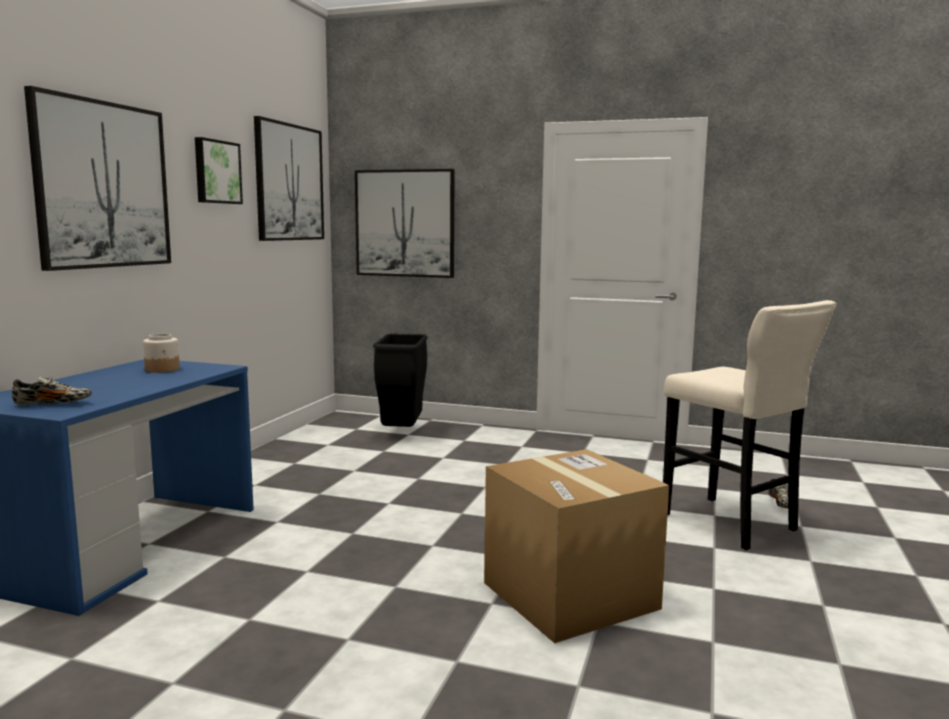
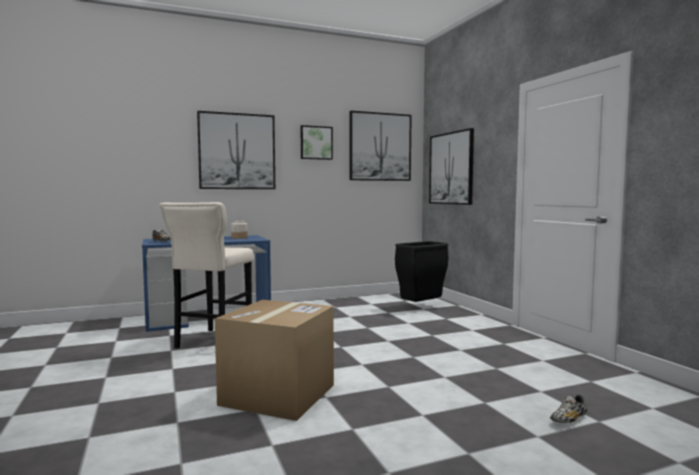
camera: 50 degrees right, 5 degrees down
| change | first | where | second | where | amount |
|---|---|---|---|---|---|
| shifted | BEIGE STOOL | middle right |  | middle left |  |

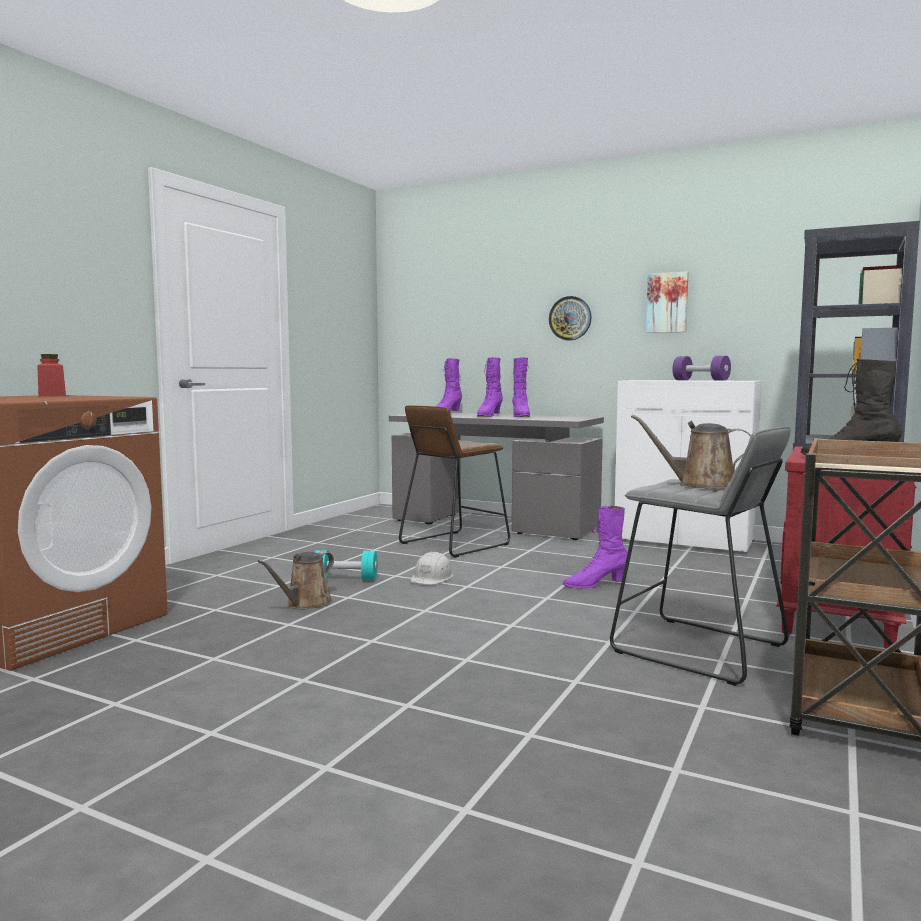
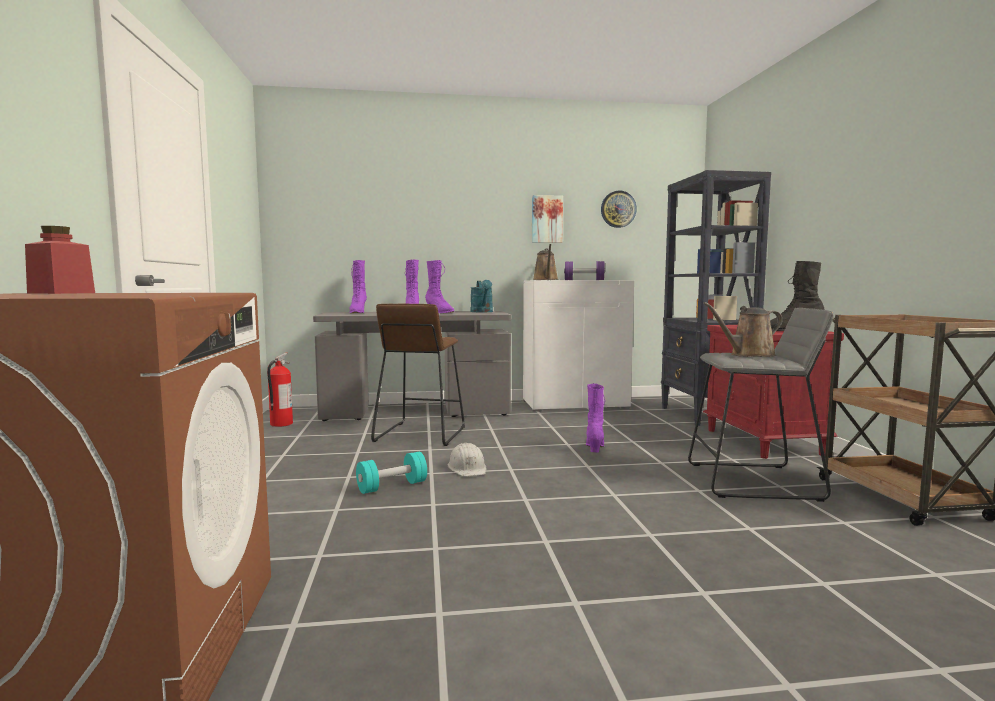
camera: 35 degrees left, 0 degrees up
| change | first | where | second | where | amount |
|---|---|---|---|---|---|
| shifted | BROWN WATERING CAN (no. 1 from left) | middle left |  | centre |  |
| shifted | WALL CLOCK | centre |  | top centre |  |
| rotated | PURPLE BOOT (no. 4 from left) | centre |  | centre | 150 degrees clockwise |
| new |  |  | FIRE EXTINGUISHER | middle left |  |
| new |  |  | TURQUOISE WATERING CAN | centre |  |

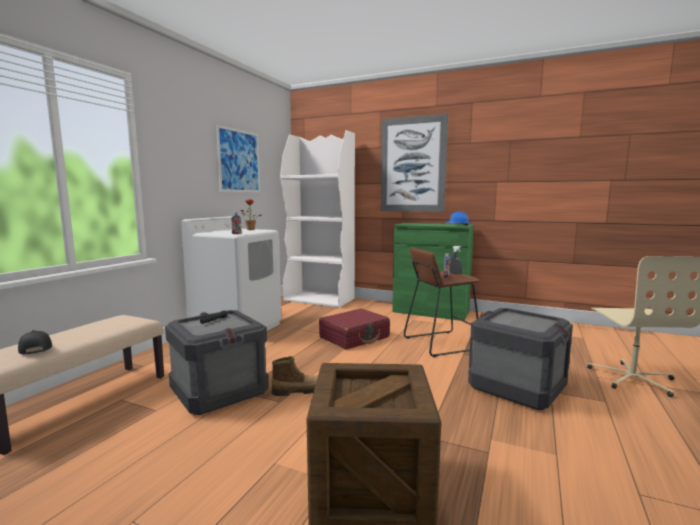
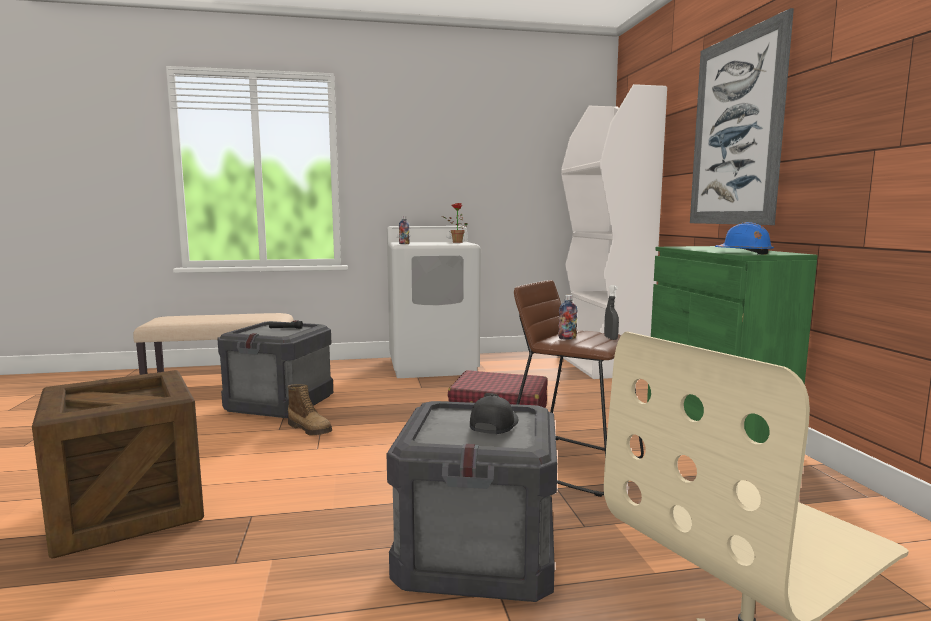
camera: 55 degrees right, 0 degrees up
| change | first | where | second | where | amount |
|---|---|---|---|---|---|
| shifted | BLACK CAP | middle left |  | bottom centre |  |
| gone | PICTURE (no. 1 from left) | top centre |  |  |  |

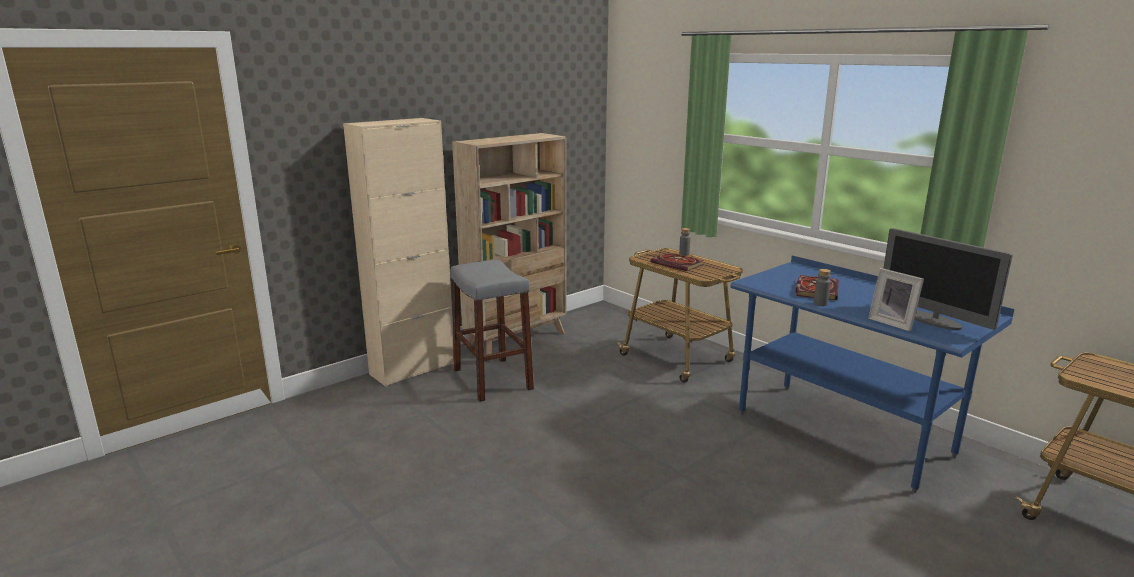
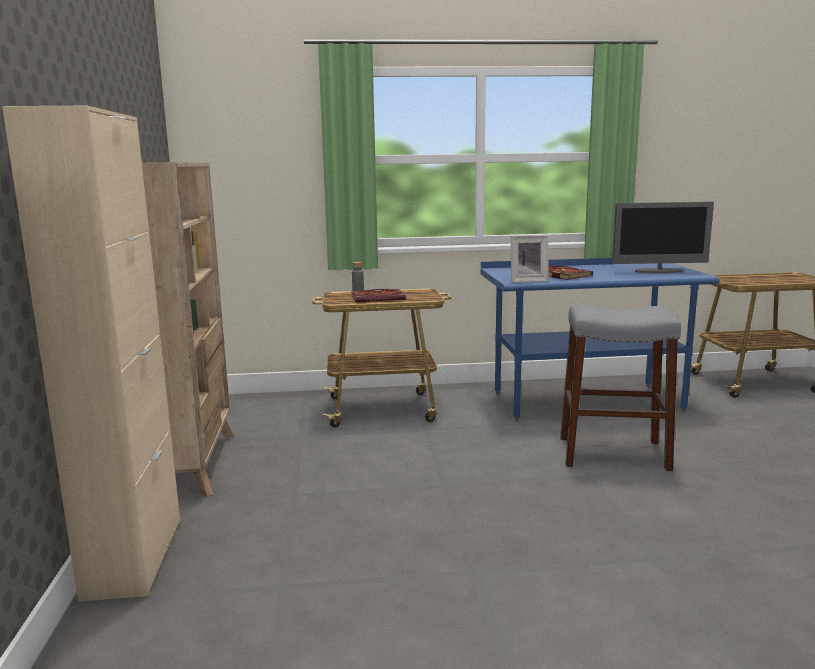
camera: 55 degrees left, 5 degrees down
| change | first | where | second | where | amount |
|---|---|---|---|---|---|
| shifted | GREY STOOL | centre |  | middle right |  |
| gone | GREY BOTTLE (no. 2 from left) | middle right |  |  |  |
| shifted | PICTURE FRAME | middle right |  | centre |  |

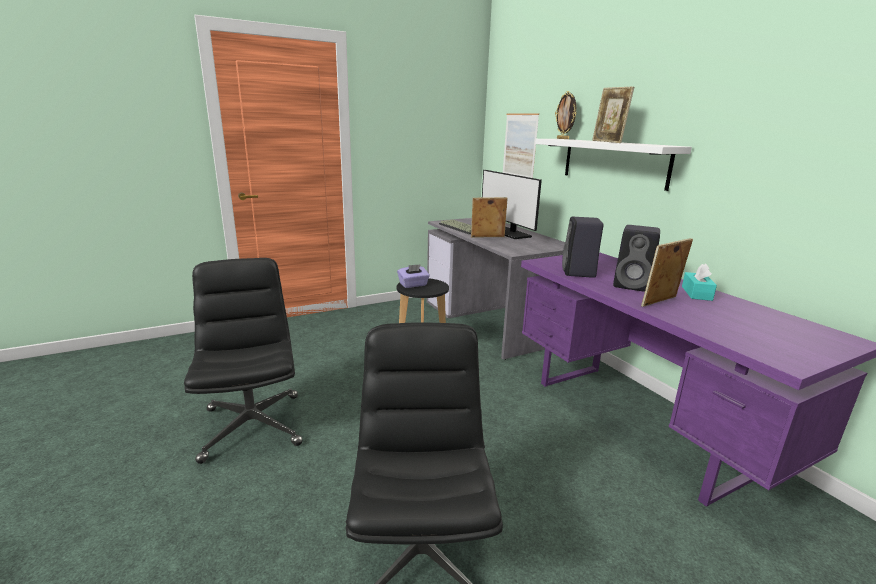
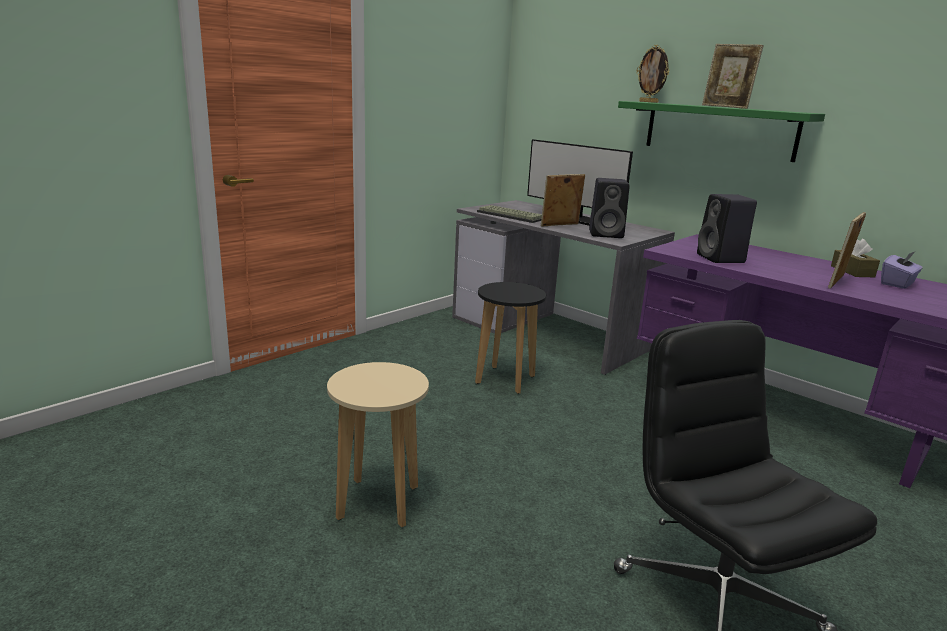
camera: 20 degrees left, 0 degrees up
| change | first | where | second | where | amount |
|---|---|---|---|---|---|
| swapped | BLACK OFFICE CHAIR (no. 1 from left) | middle left | BEIGE STOOL | bottom centre |  |
| shifted | PURPLE TISSUE BOX | centre |  | middle right |  |
| gone | PICTURE | top centre |  |  |  |
| repainted | WHITE SHELF | top right | GREEN SHELF | top right |  |
| shifted | BLACK SPEAKER (no. 2 from left in the first image) | middle right | BLACK SPEAKER (no. 1 from left) | top centre |  |
| repainted | TURQUOISE TISSUE BOX | middle right | BROWN TISSUE BOX | middle right |  |

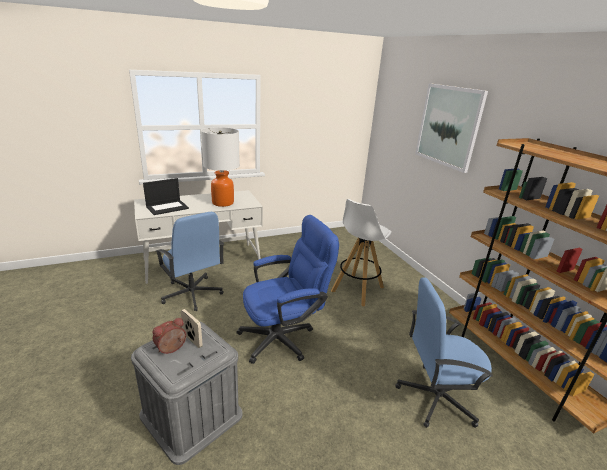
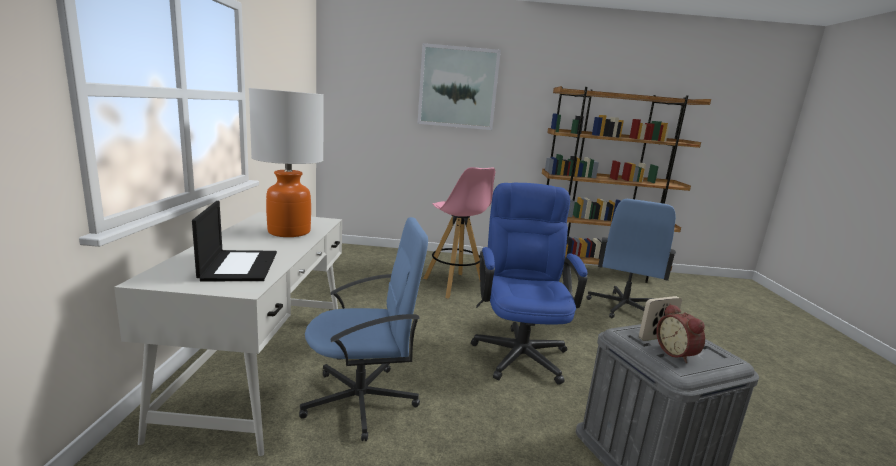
camera: 65 degrees left, 10 degrees down
| change | first | where | second | where | amount |
|---|---|---|---|---|---|
| repainted | WHITE STOOL | centre | PINK STOOL | centre |  |

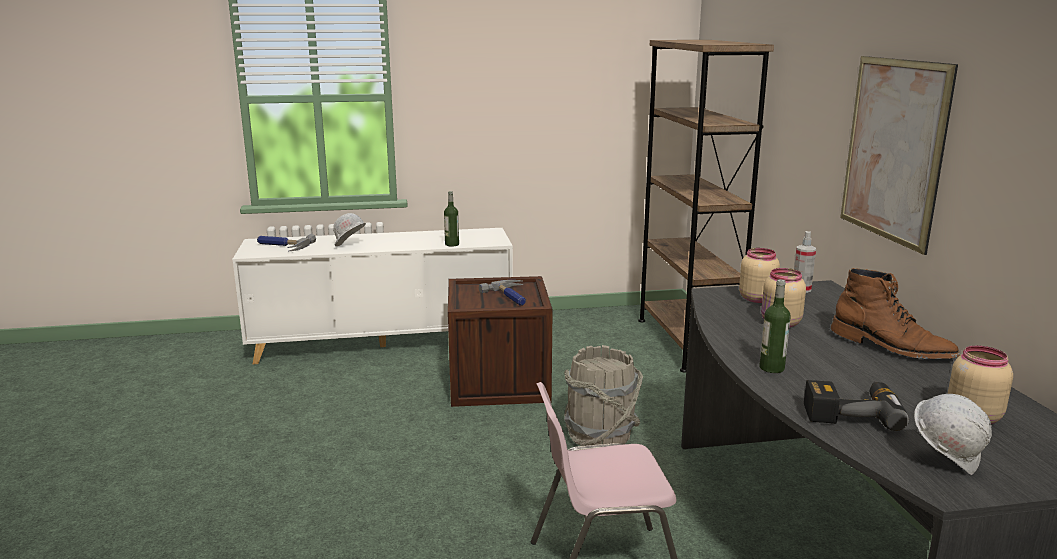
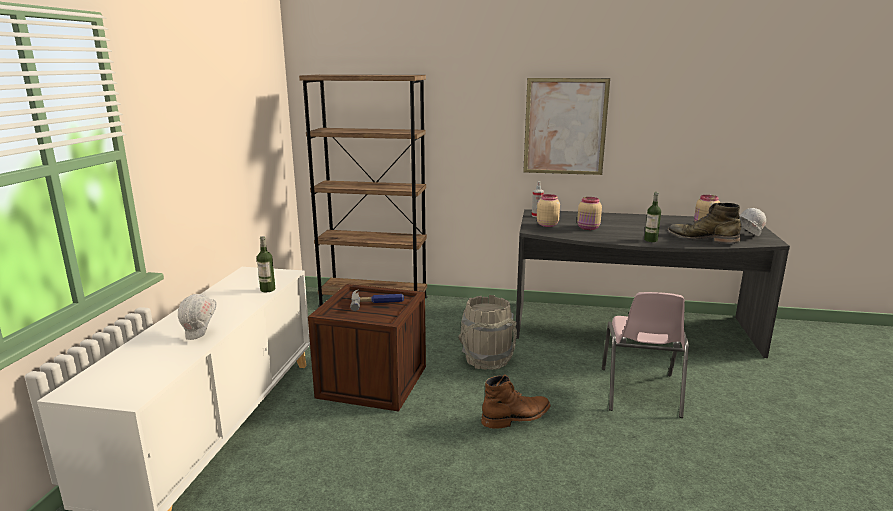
camera: 70 degrees left, 0 degrees up
| change | first | where | second | where | amount |
|---|---|---|---|---|---|
| gone | HAMMER (no. 1 from left) | middle left |  |  |  |
| swapped | POWER DRILL | bottom right | GREEN BOOT | middle right |  |
| shifted | BROWN BOOT | middle right |  | bottom centre |  |

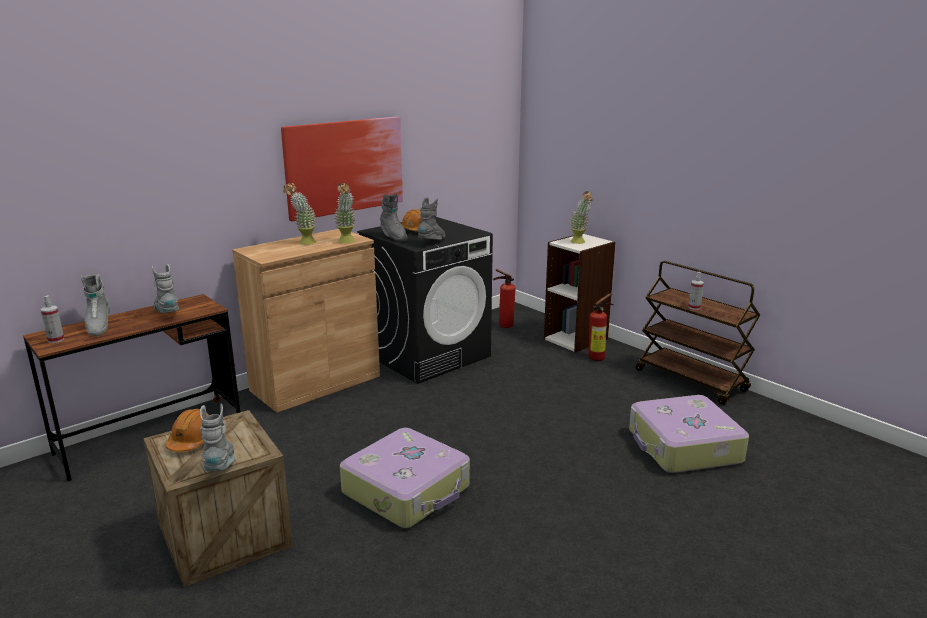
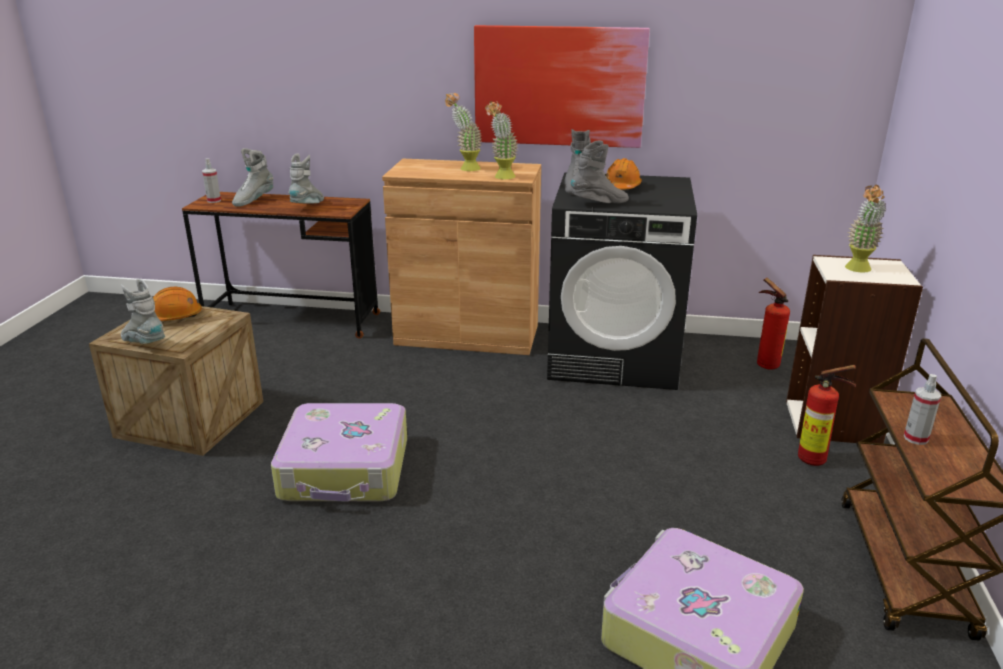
camera: 50 degrees right, 5 degrees up
| change | first | where | second | where | amount |
|---|---|---|---|---|---|
| rotated | GREY BOOT (no. 3 from left in the first image) | bottom left | GREY BOOT (no. 1 from left) | middle left | 90 degrees counterclockwise |

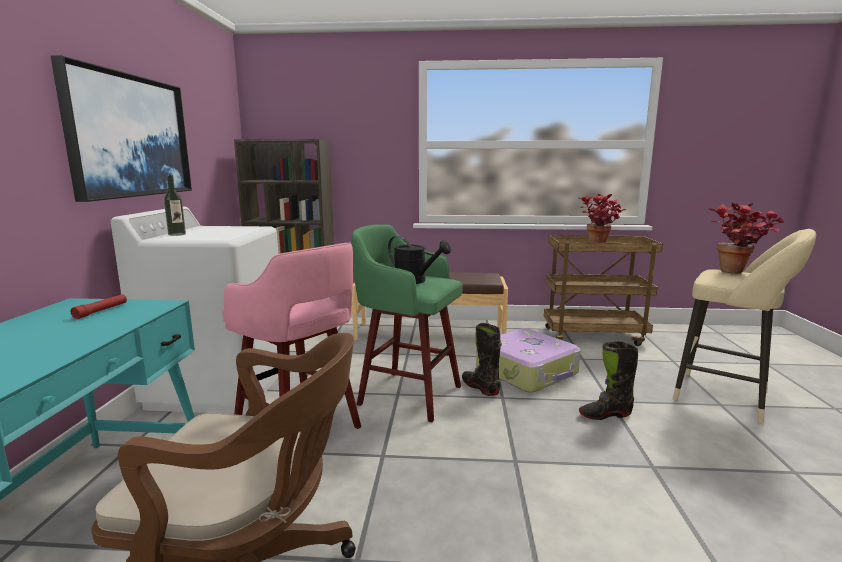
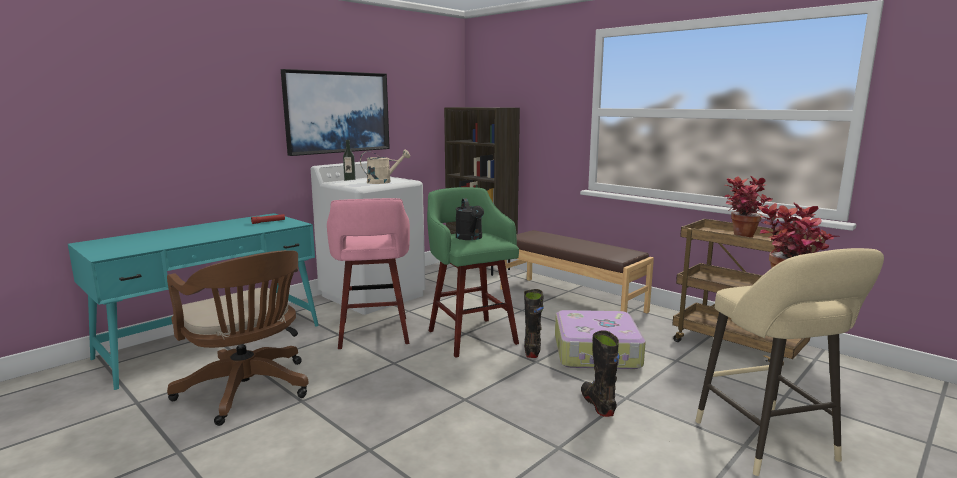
camera: 40 degrees right, 0 degrees up
| change | first | where | second | where | amount |
|---|---|---|---|---|---|
| rotated | BLACK BOOT (no. 2 from left) | bottom right |  | bottom centre | 45 degrees clockwise |
| new |  |  | BEIGE WATERING CAN | centre |  |

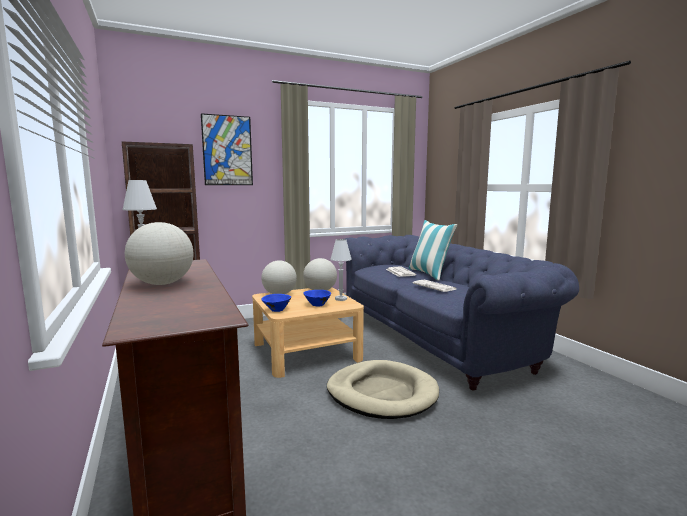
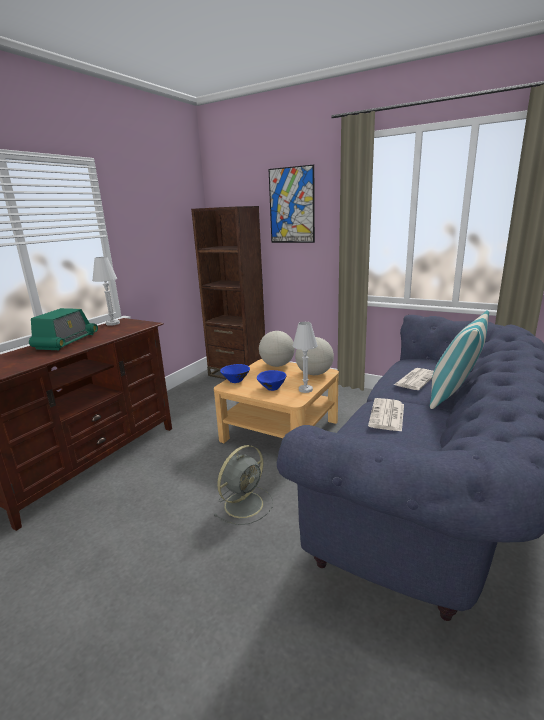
camera: 55 degrees right, 10 degrees up
| change | first | where | second | where | amount |
|---|---|---|---|---|---|
| swapped | GLOBE (no. 1 from left) | middle left | RADIO | middle left |  |
| swapped | BEIGE DOG BED | bottom centre | GREY FAN | bottom centre |  |

